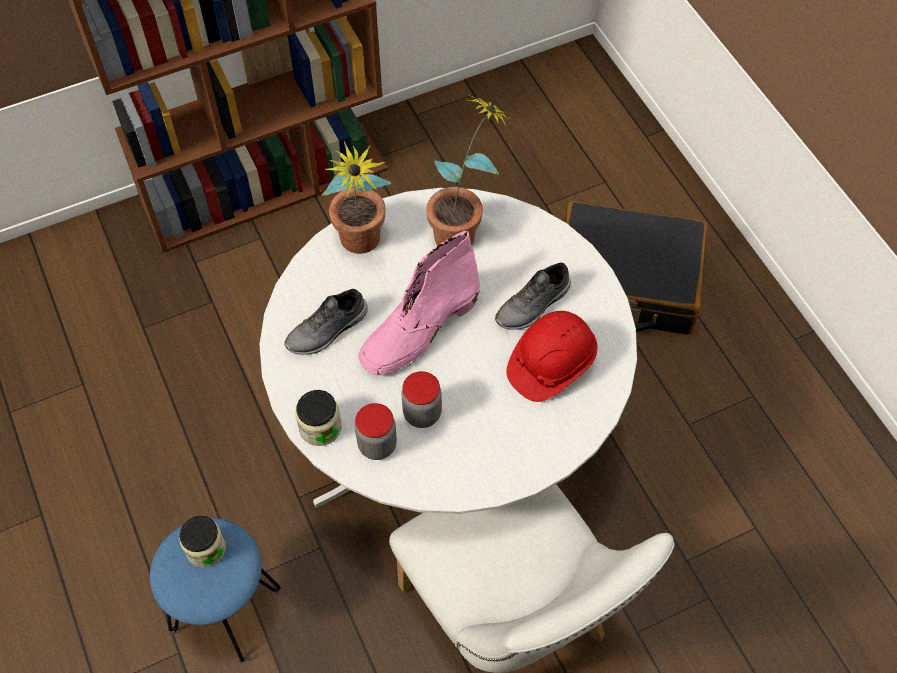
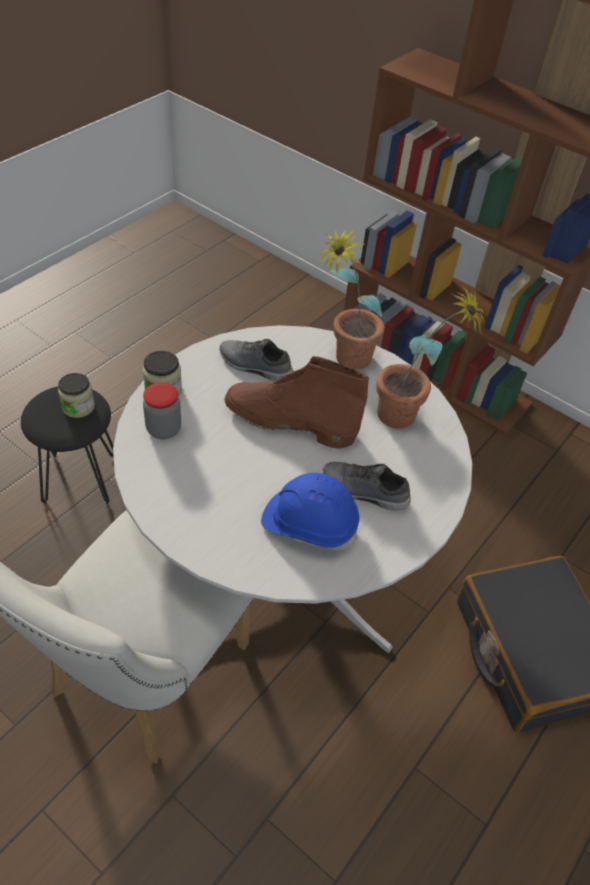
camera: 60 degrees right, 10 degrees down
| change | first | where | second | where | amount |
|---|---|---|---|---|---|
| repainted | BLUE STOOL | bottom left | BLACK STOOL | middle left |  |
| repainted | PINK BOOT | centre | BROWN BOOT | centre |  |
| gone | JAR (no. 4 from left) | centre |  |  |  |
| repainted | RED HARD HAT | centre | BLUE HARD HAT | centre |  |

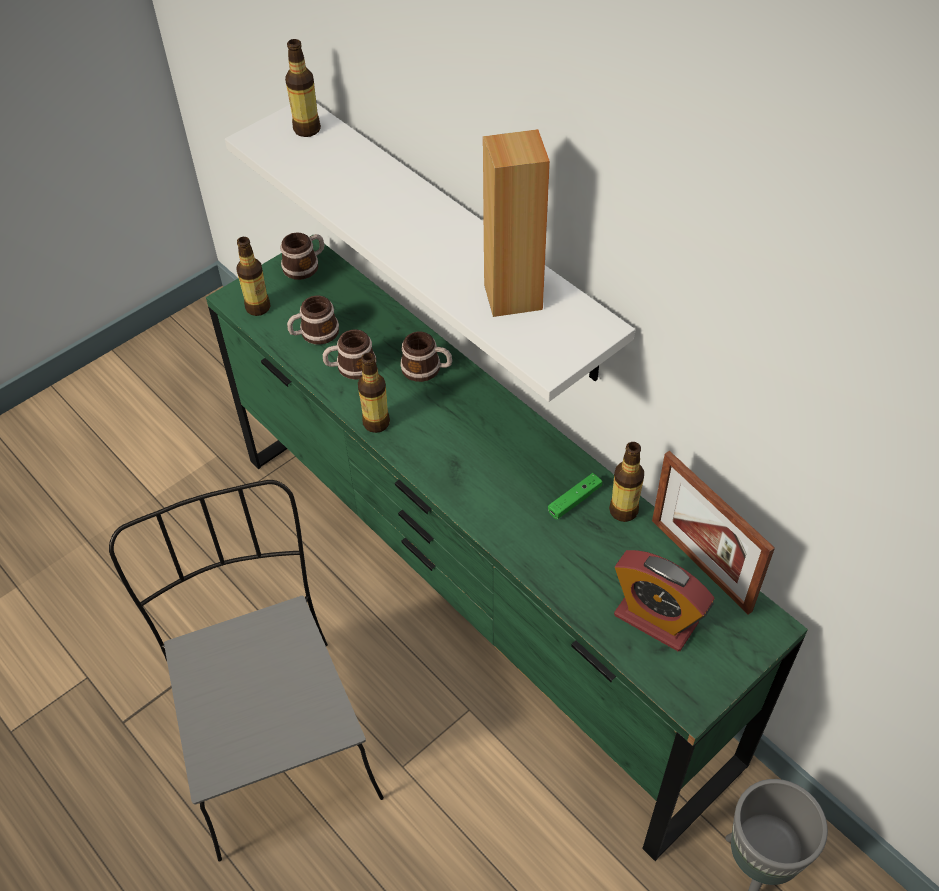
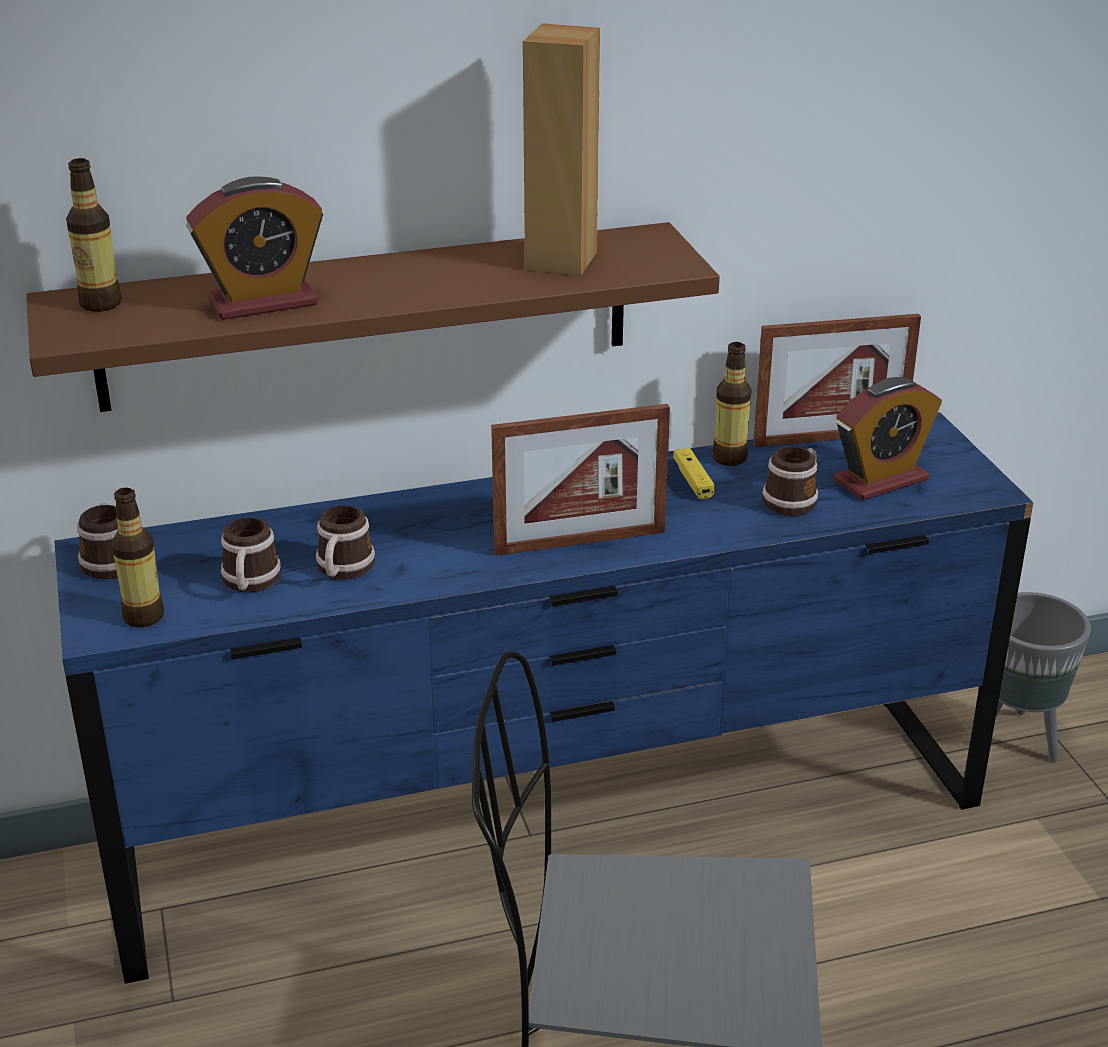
camera: 65 degrees left, 20 degrees down
| change | first | where | second | where | amount |
|---|---|---|---|---|---|
| repainted | GREEN DRESSER | centre | BLUE DRESSER | bottom centre |  |
| repainted | WHITE SHELF | top centre | BROWN SHELF | top centre |  |
| gone | BOTTLE (no. 3 from left) | centre |  |  |  |
| shifted | MUG (no. 4 from left) | centre |  | middle right |  |
| repainted | GREEN GAME CONTROLLER | centre | YELLOW GAME CONTROLLER | centre |  |
| new |  |  | ALARM CLOCK (no. 1 from left) | top left |  |
| new |  |  | PICTURE FRAME (no. 1 from left) | centre |  |

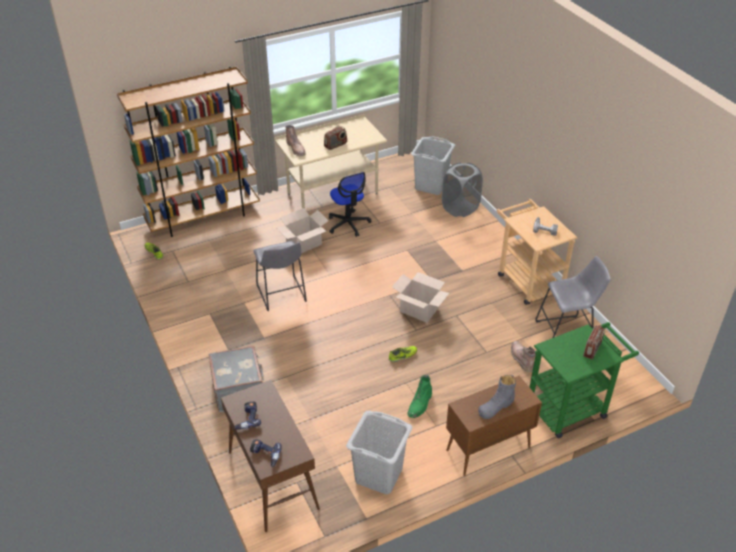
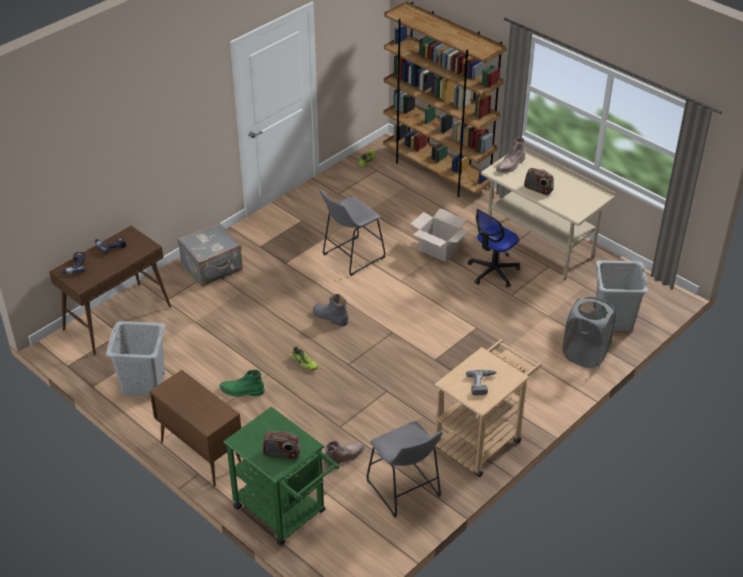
camera: 70 degrees right, 0 degrees up
| change | first | where | second | where | amount |
|---|---|---|---|---|---|
| gone | CARDBOARD BOX (no. 2 from left) | centre |  |  |  |
| shifted | GREY BOOT | bottom right |  | centre |  |

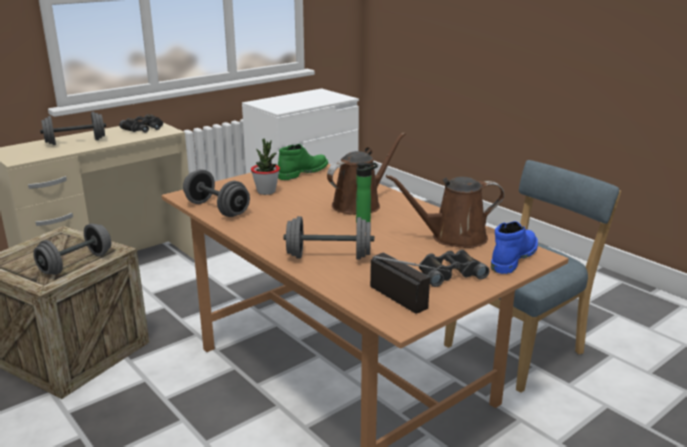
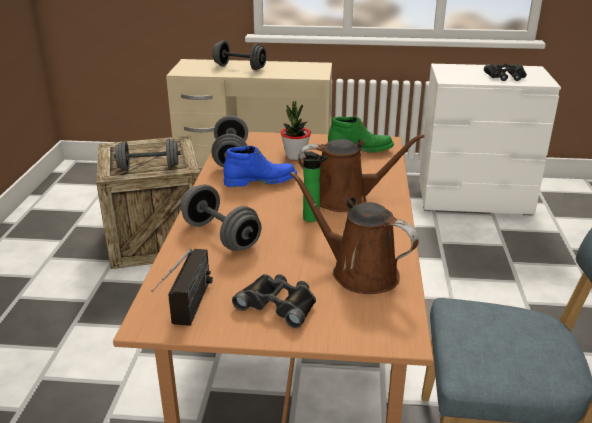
camera: 45 degrees right, 5 degrees up
| change | first | where | second | where | amount |
|---|---|---|---|---|---|
| shifted | BLACK BINOCULARS (no. 1 from left in the first image) | top left | BLACK BINOCULARS (no. 2 from left) | top right |  |
| shifted | BLUE BOOT | middle right |  | centre |  |

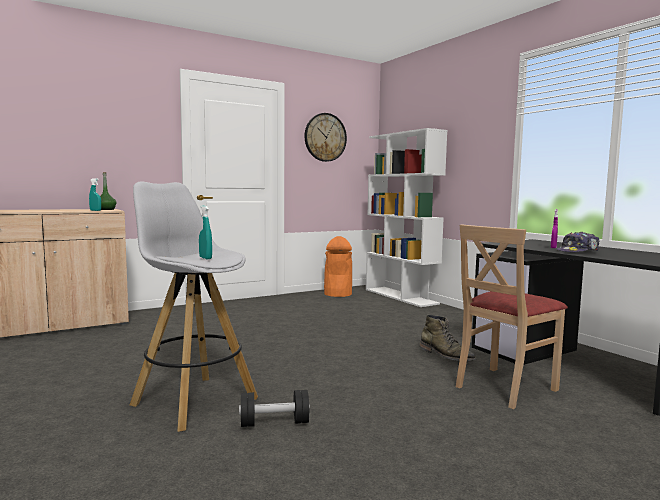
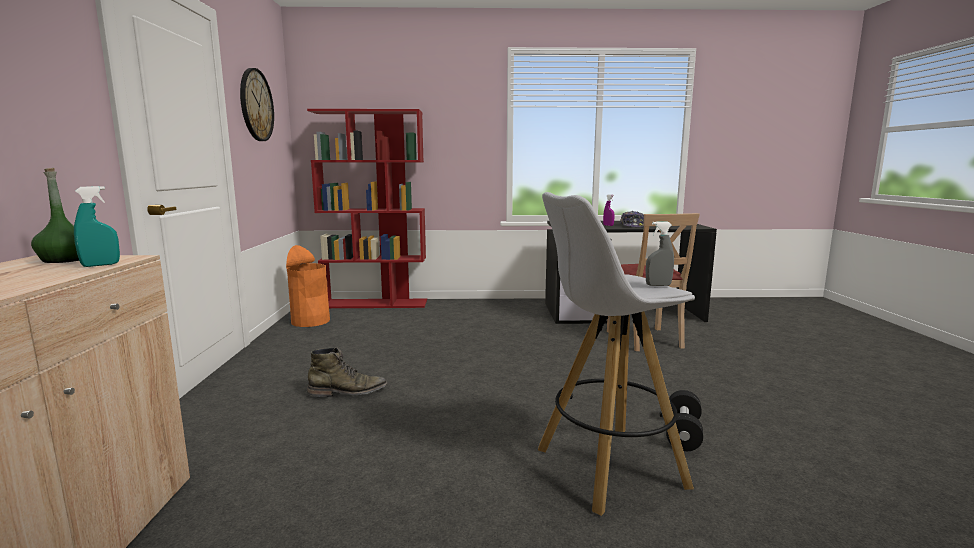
camera: 60 degrees left, 5 degrees up
| change | first | where | second | where | amount |
|---|---|---|---|---|---|
| repainted | TURQUOISE SPRAY BOTTLE (no. 2 from left) | middle left | GREY SPRAY BOTTLE | middle right |  |
| repainted | WHITE BOOKCASE | centre | RED BOOKCASE | centre |  |
| shifted | GREEN BOOT | bottom right |  | bottom centre |  |

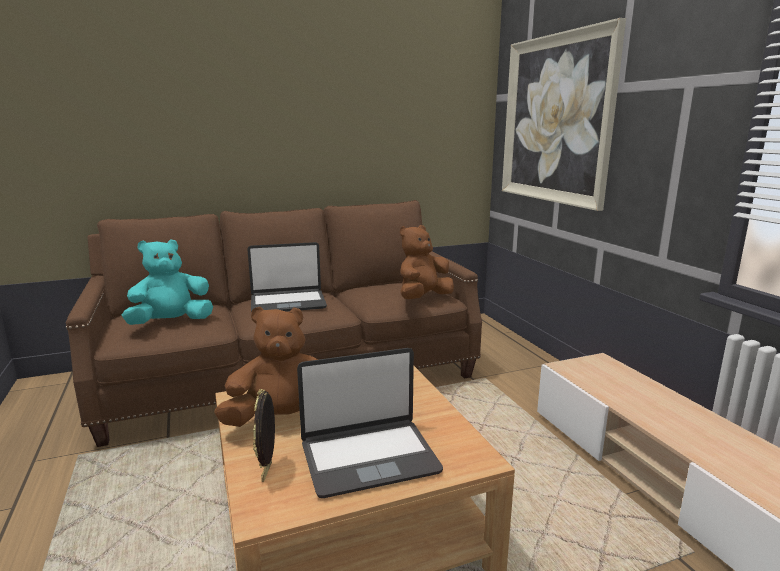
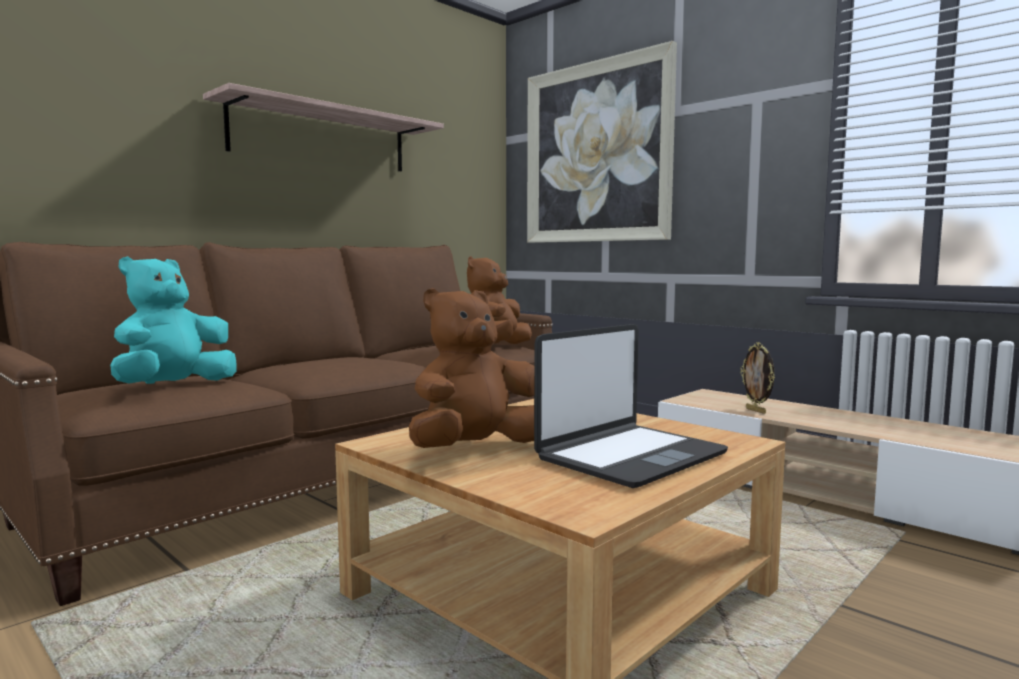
camera: 25 degrees left, 10 degrees down
| change | first | where | second | where | amount |
|---|---|---|---|---|---|
| gone | LAPTOP (no. 1 from left) | centre |  |  |  |
| shifted | PICTURE FRAME | bottom centre |  | middle right |  |
| new |  |  | SHELF | top left |  |

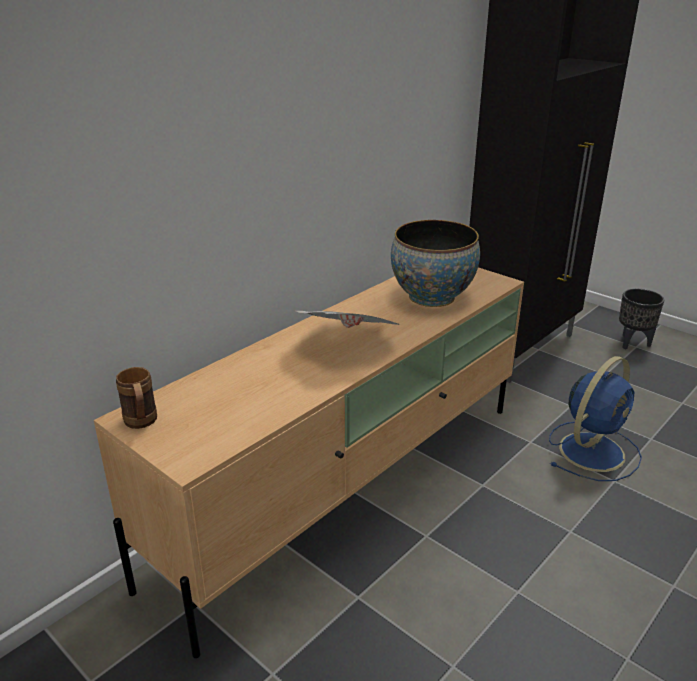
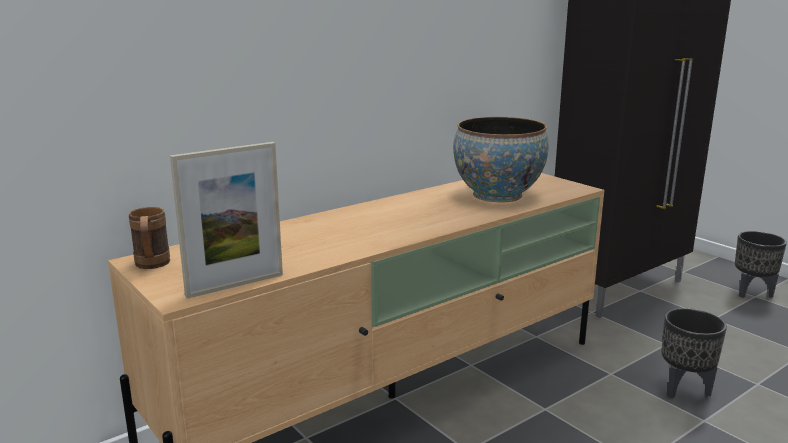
camera: 10 degrees right, 10 degrees down
| change | first | where | second | where | amount |
|---|---|---|---|---|---|
| gone | NEWSPAPER | centre |  |  |  |
| swapped | BLUE FAN | middle right | BLACK PLANTER (no. 1 from left) | bottom right |  |
| new |  |  | PICTURE FRAME | middle left |  |

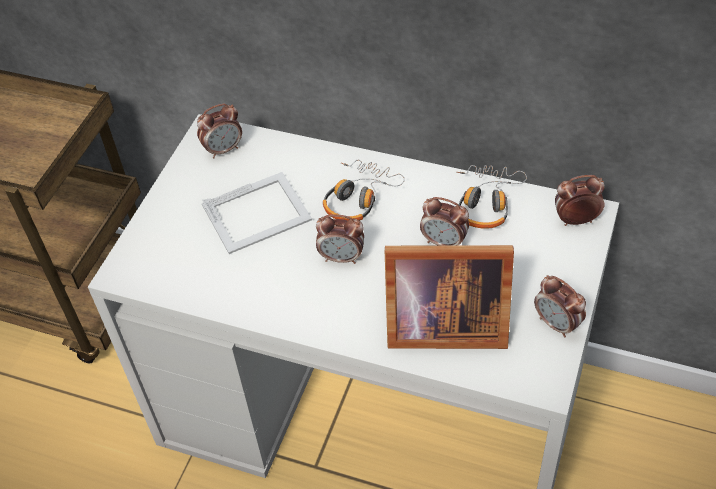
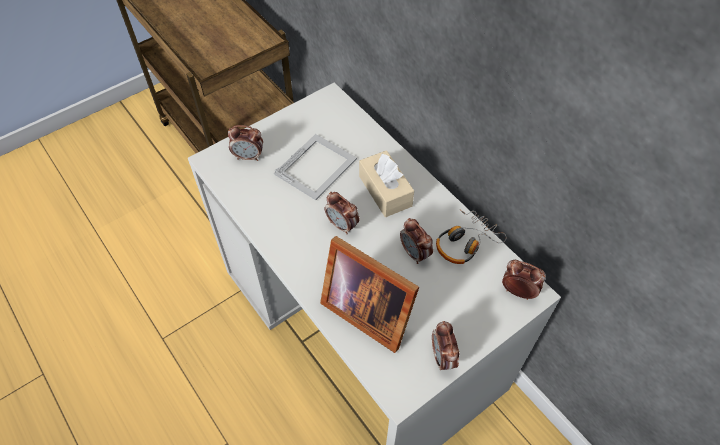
camera: 30 degrees right, 5 degrees up
| change | first | where | second | where | amount |
|---|---|---|---|---|---|
| shifted | ALARM CLOCK (no. 1 from left) | top left |  | top centre |  |
| rotated | PICTURE FRAME (no. 1 from left) | centre |  | centre | 60 degrees counterclockwise |
| swapped | HEADPHONES (no. 1 from left) | centre | BEIGE TISSUE BOX | centre |  |

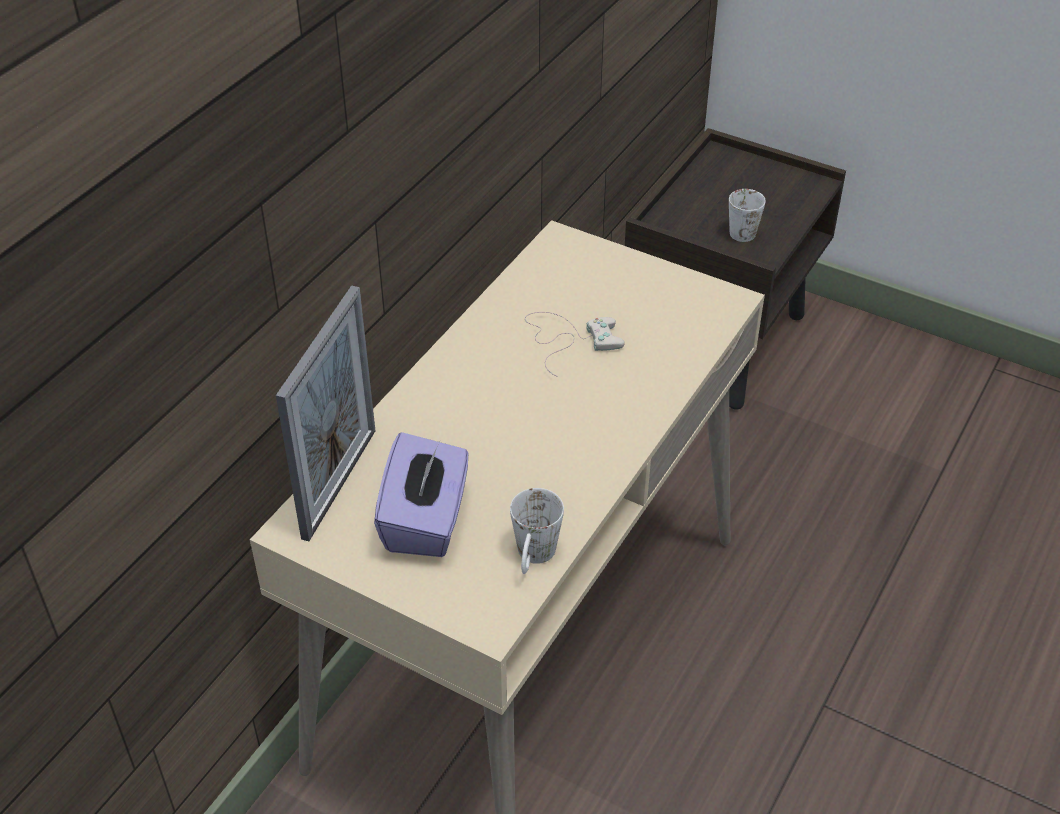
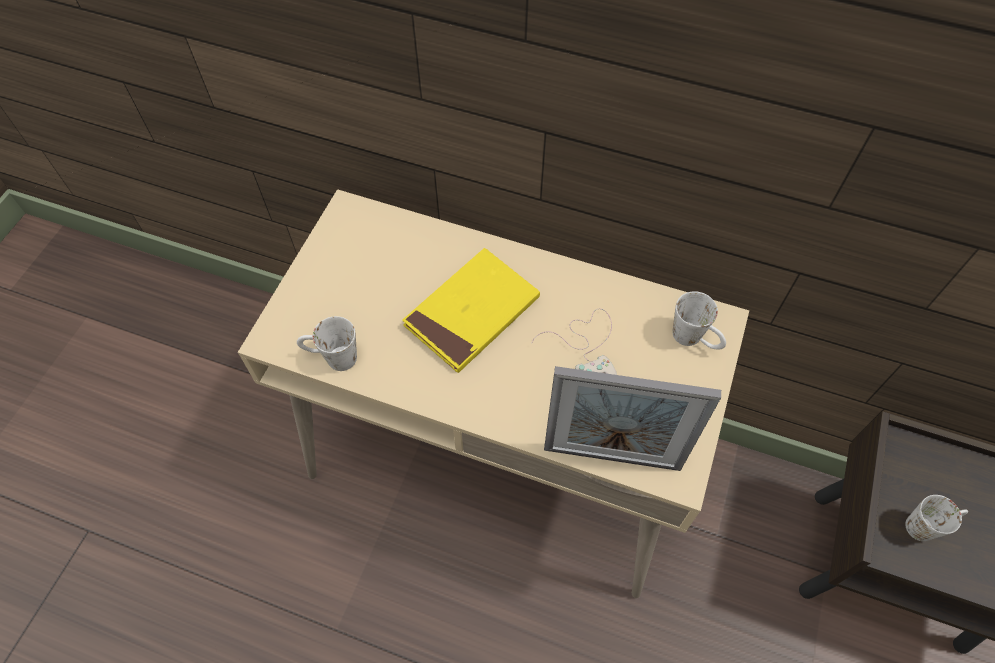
camera: 80 degrees right, 15 degrees up
| change | first | where | second | where | amount |
|---|---|---|---|---|---|
| shifted | PICTURE FRAME | middle left |  | centre |  |
| gone | PURPLE TISSUE BOX | centre |  |  |  |
| new |  |  | YELLOW BOOK | centre |  |
| new |  |  | WHITE MUG (no. 2 from left) | middle right |  |

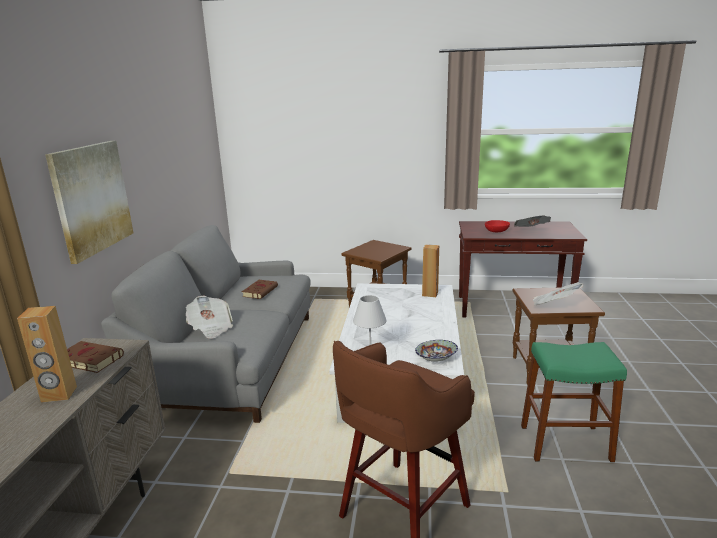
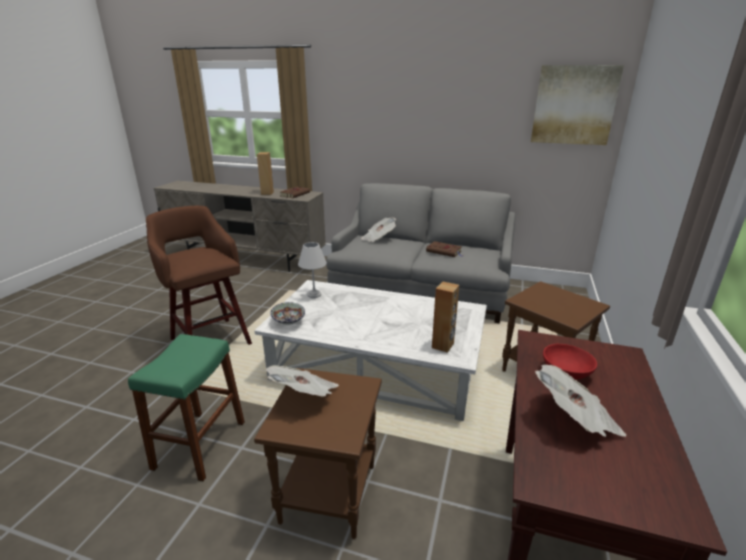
camera: 100 degrees right, 5 degrees up
| change | first | where | second | where | amount |
|---|---|---|---|---|---|
| shifted | PICTURE | middle left |  | top right |  |

